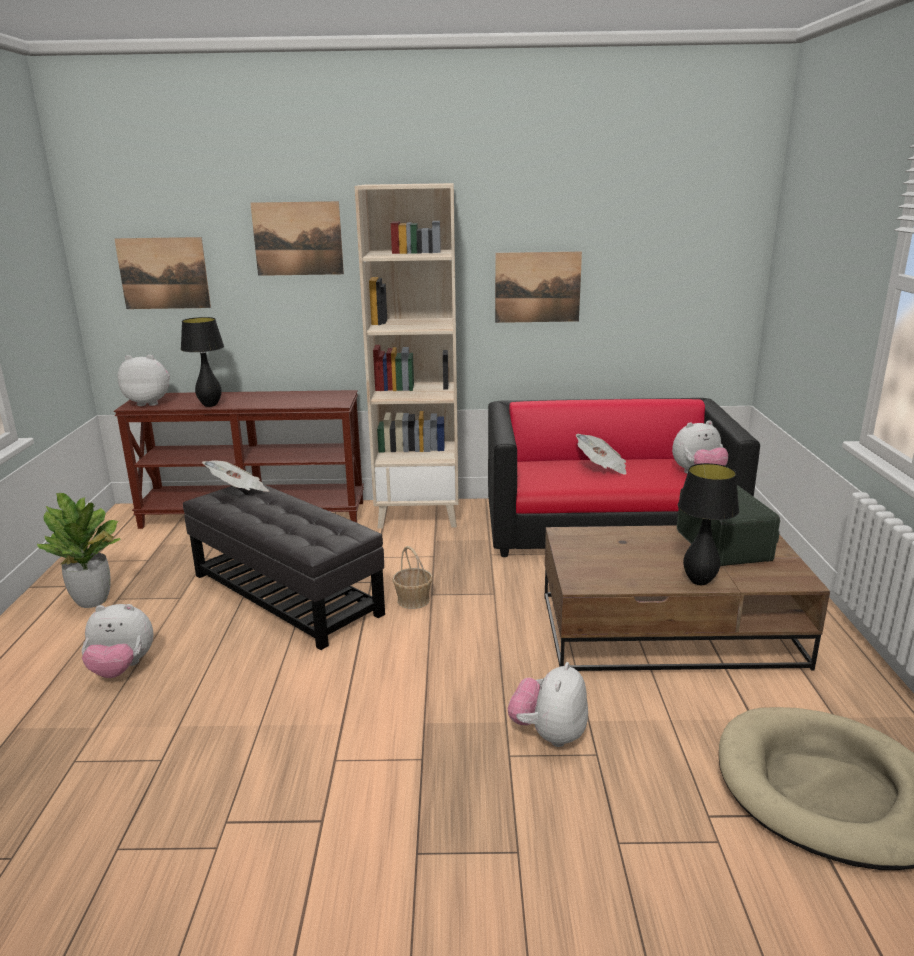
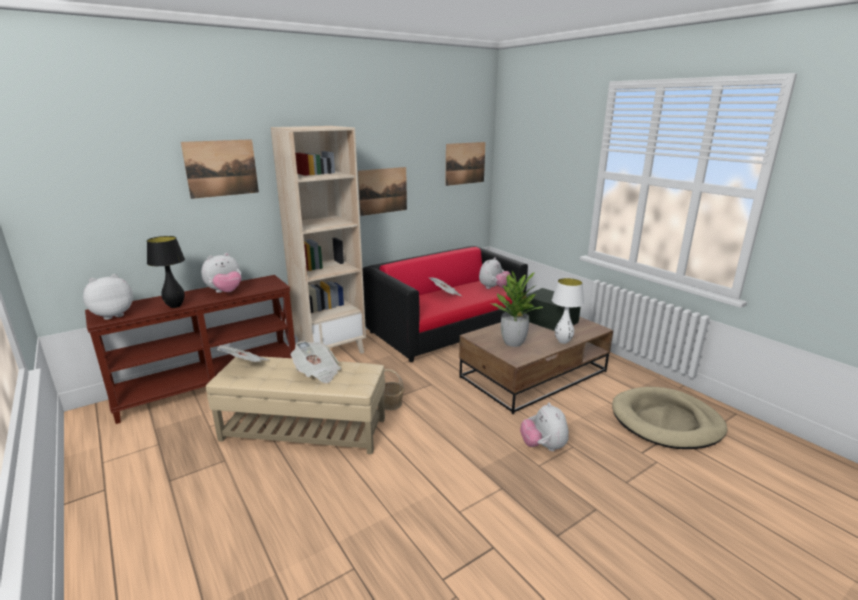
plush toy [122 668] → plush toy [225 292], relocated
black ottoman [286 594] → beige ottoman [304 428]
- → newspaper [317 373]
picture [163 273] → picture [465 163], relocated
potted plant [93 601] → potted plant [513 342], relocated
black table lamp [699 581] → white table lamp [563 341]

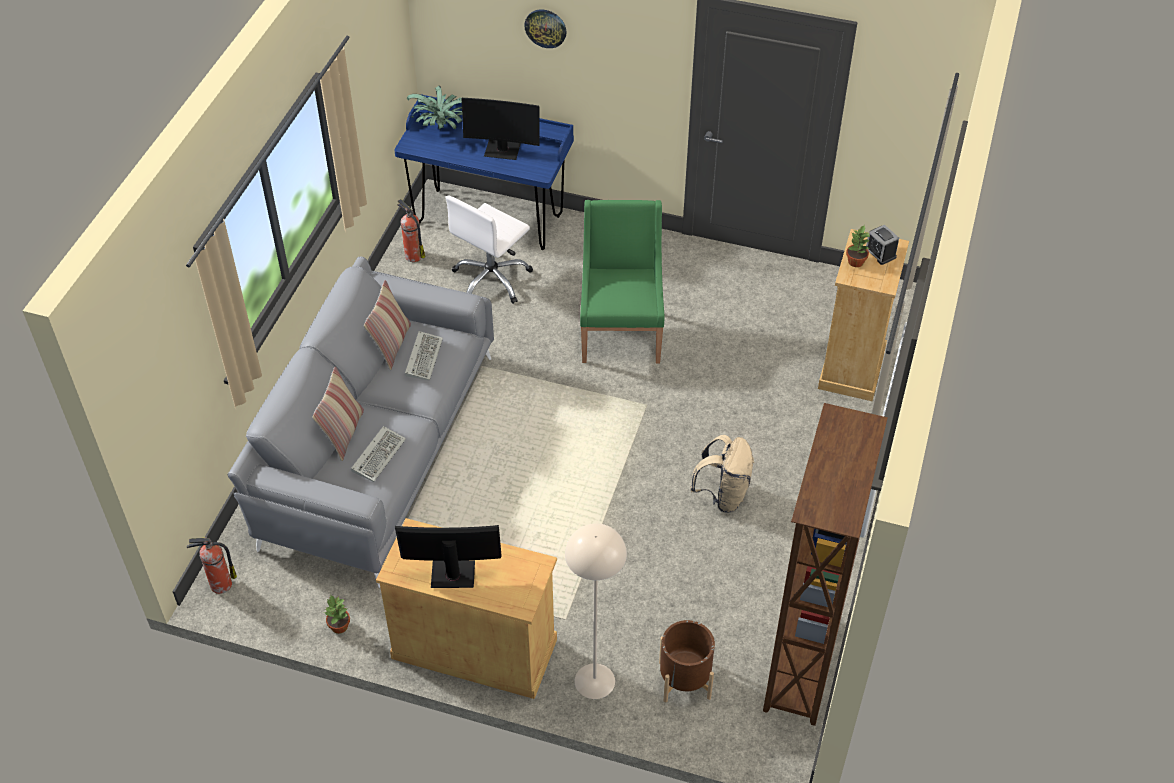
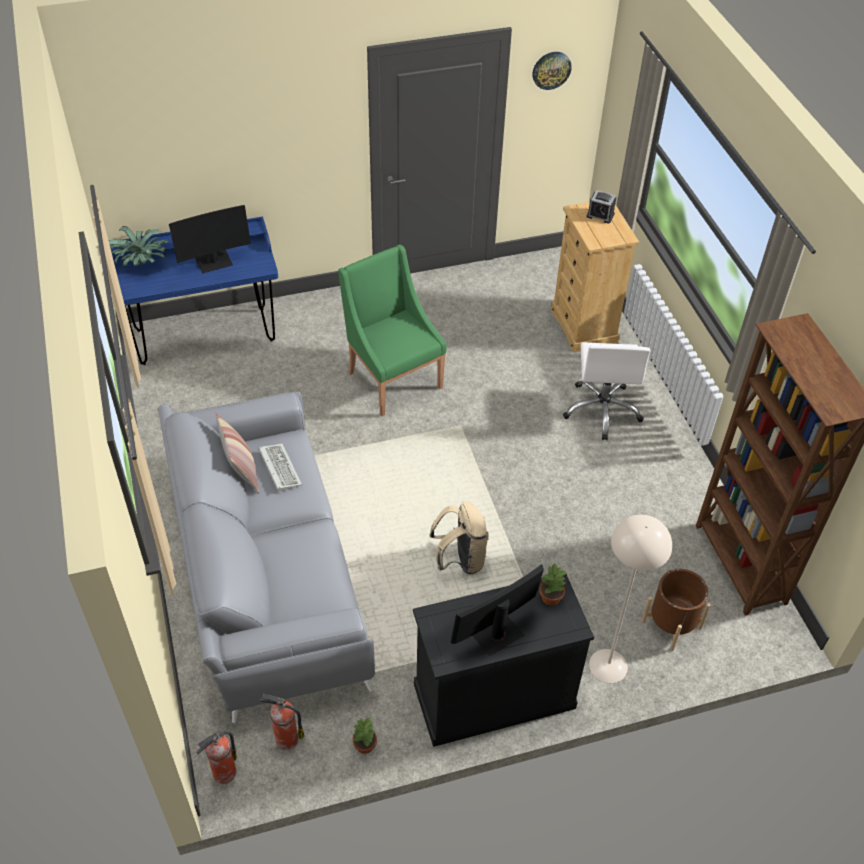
fire extinguisher [413 255] → fire extinguisher [285 739], relocated
beige cabinet [474 648] → black cabinet [494 695]
beige backpack [723 495] → beige backpack [460 560], relocated
wall clock [545 28] → wall clock [551 70], relocated
potted plant [855 262] → potted plant [550 598], relocated
white office chair [492 279] → white office chair [602 410], relocated
pillow [343 434] → -
keyboard [378 454] → -

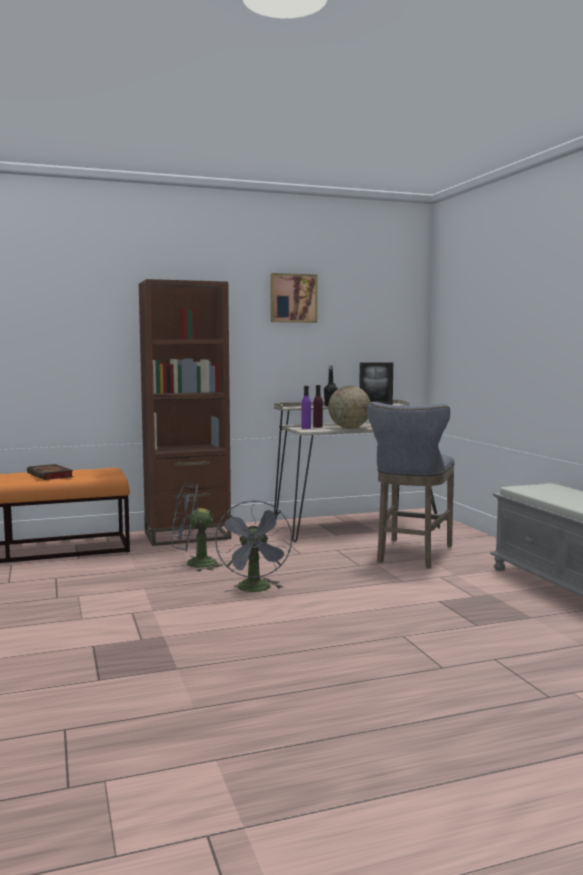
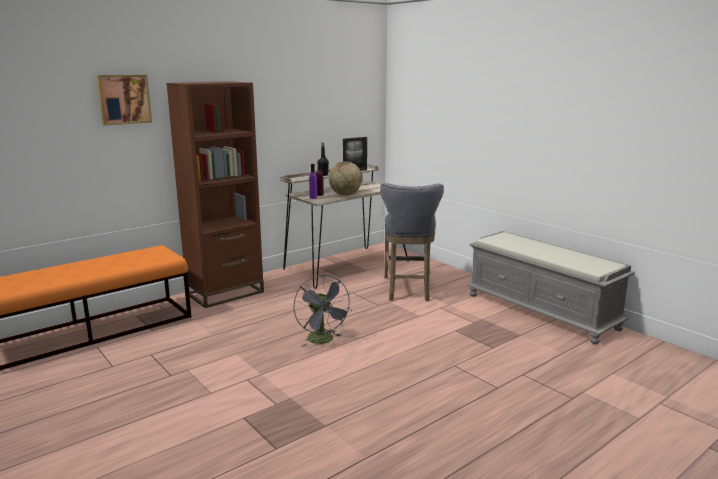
picture [293 298] → picture [124 99], relocated
book [51 475] → -
grey fan [194 564] → -

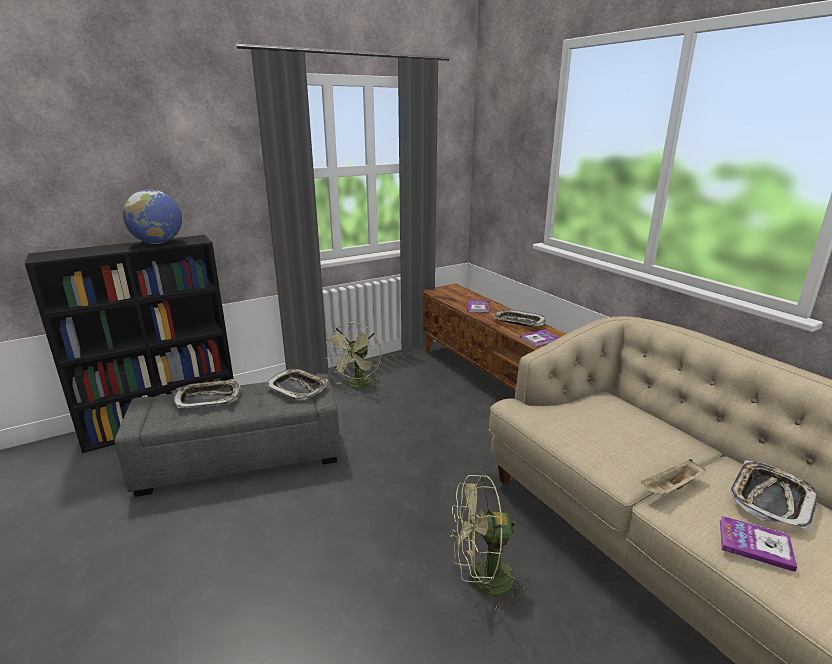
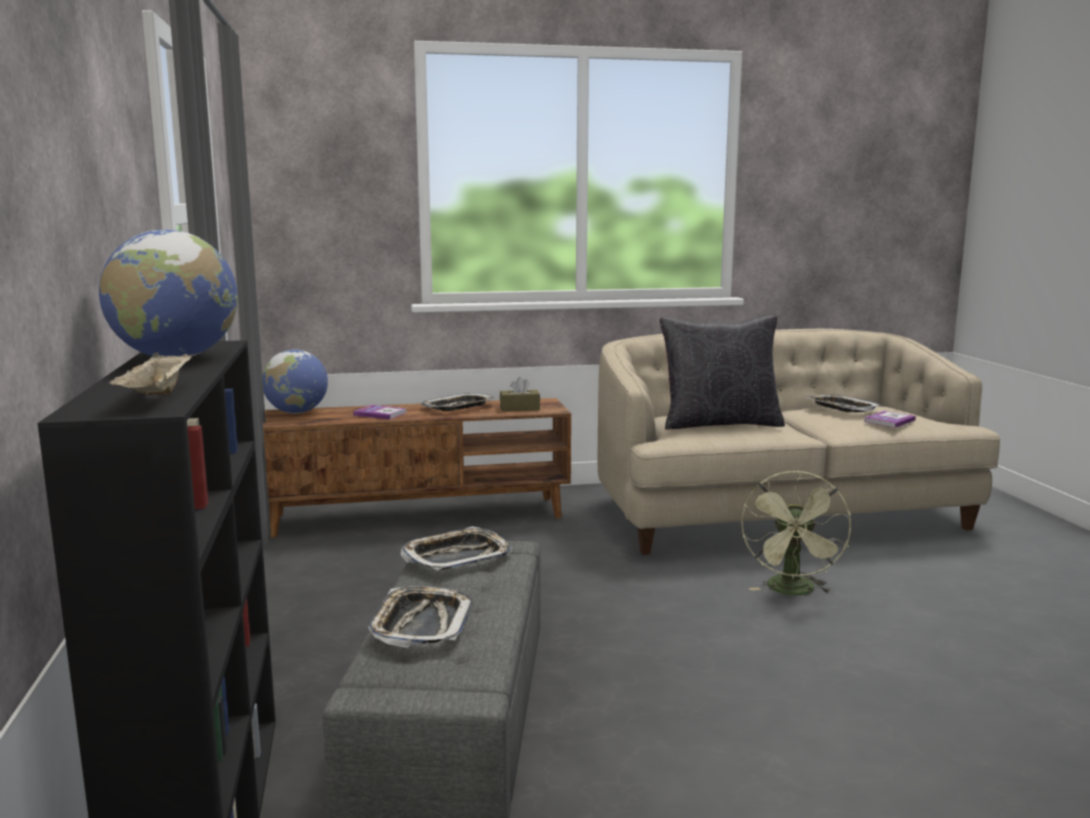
beige tray [671 488] → beige tray [158 397], relocated
- → globe [297 412]
book [540 339] → brown tissue box [519 408]
- → black pillow [719 424]
green fan [357 386] → -

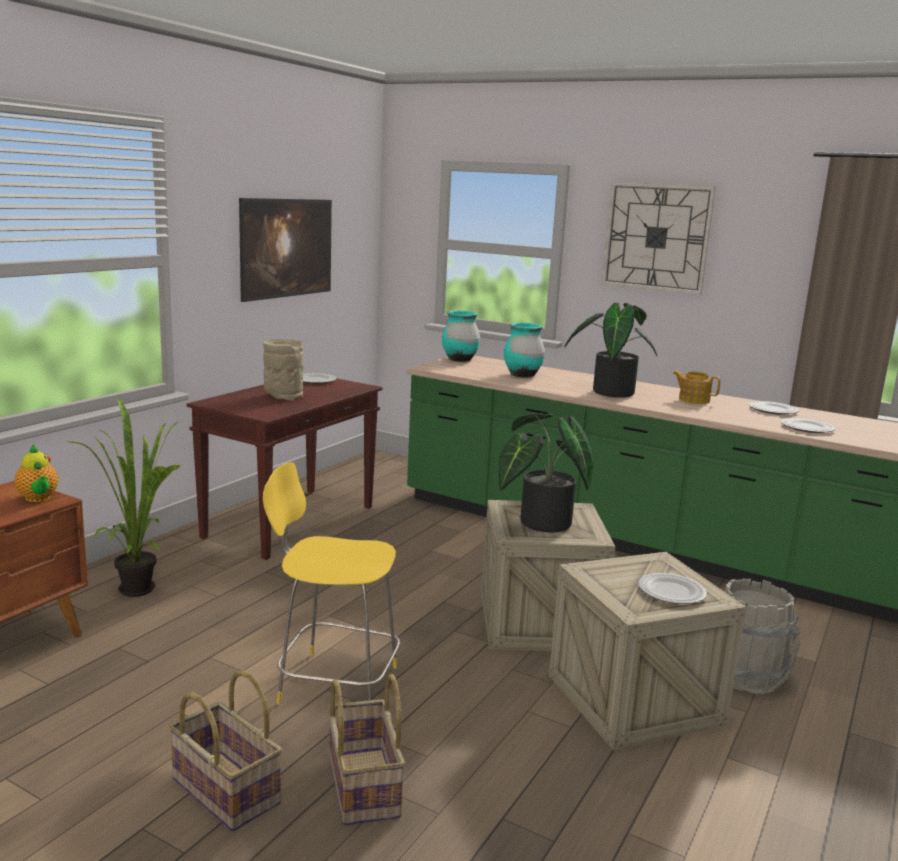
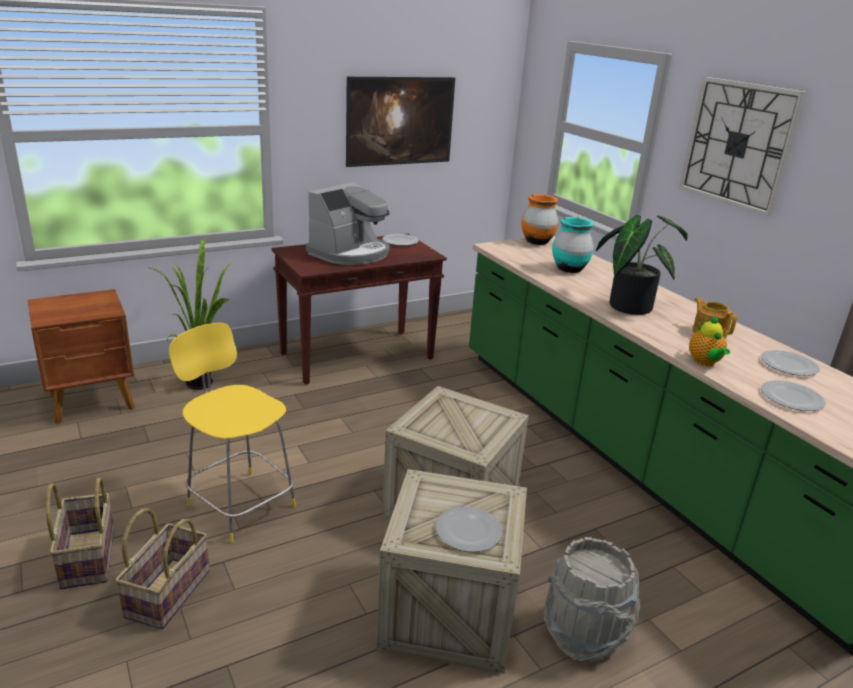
beige vase [283 396] → coffee machine [350 253]
turquoise vase [459 360] → orange vase [537 242]
teapot [38 499] → teapot [705 362], relocated
potted plant [539 523] → -

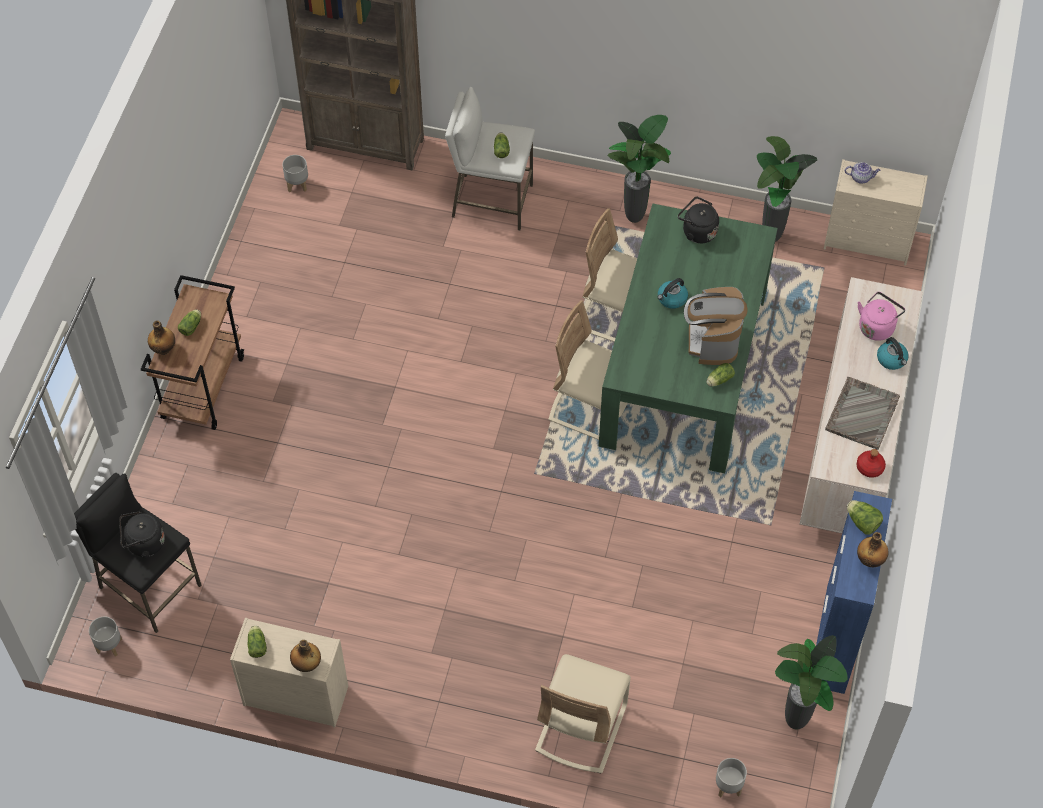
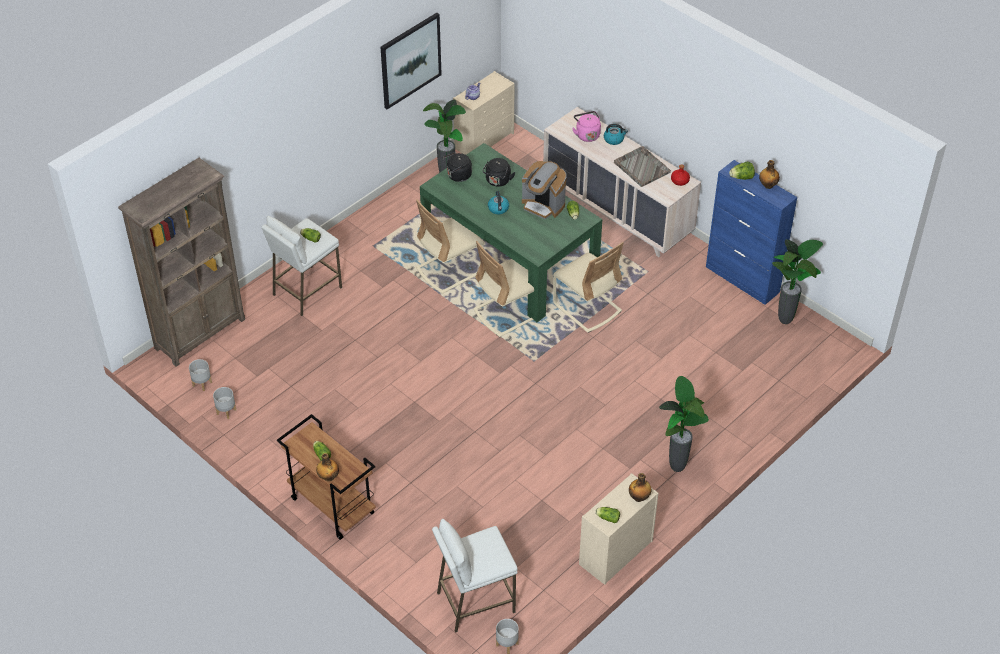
grey planter [728 787] → grey planter [226 412], relocated
- → picture [410 60]
black stool [149 587] → white stool [475 602]
black kettle [143 544] → black kettle [497 181], relocated
beige chair [581 727] → beige chair [587 307], relocated
potted plant [636 217] → potted plant [677 467], relocated

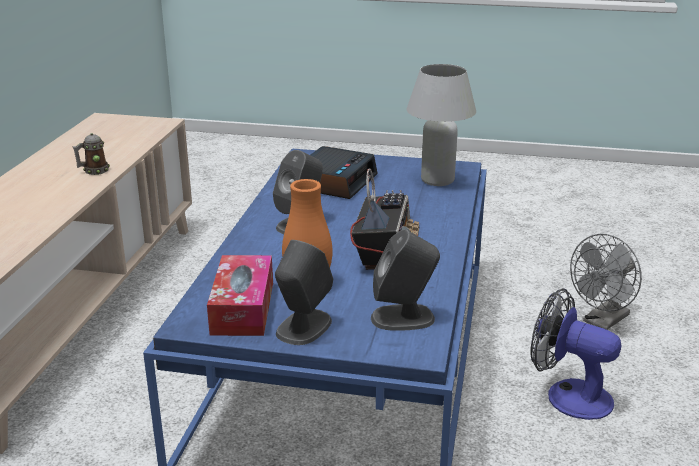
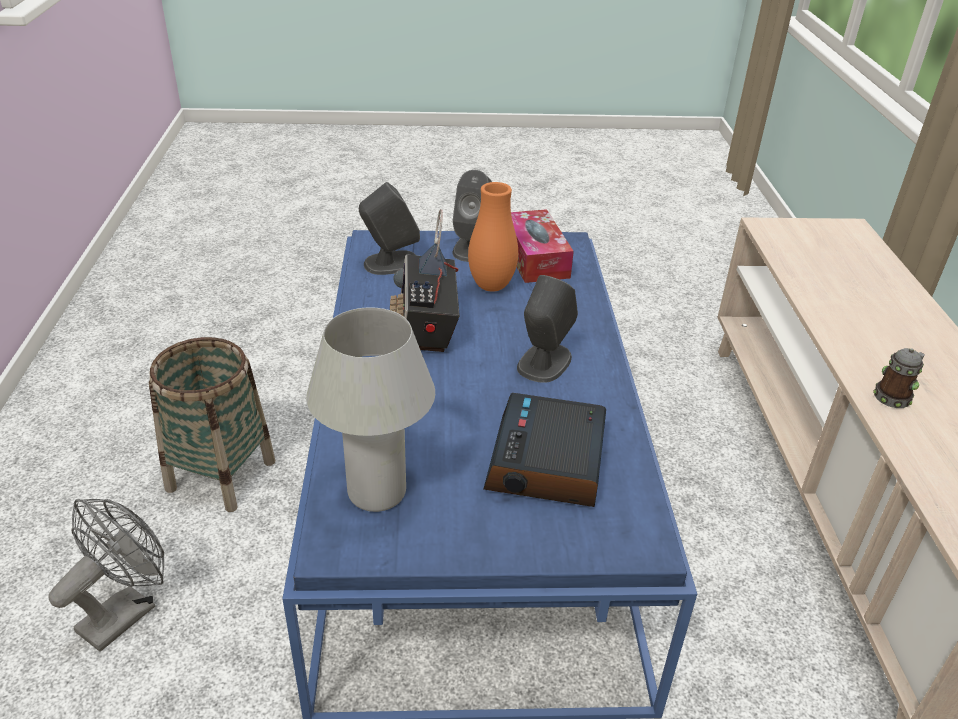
fan [568 395] → basket [221 475]

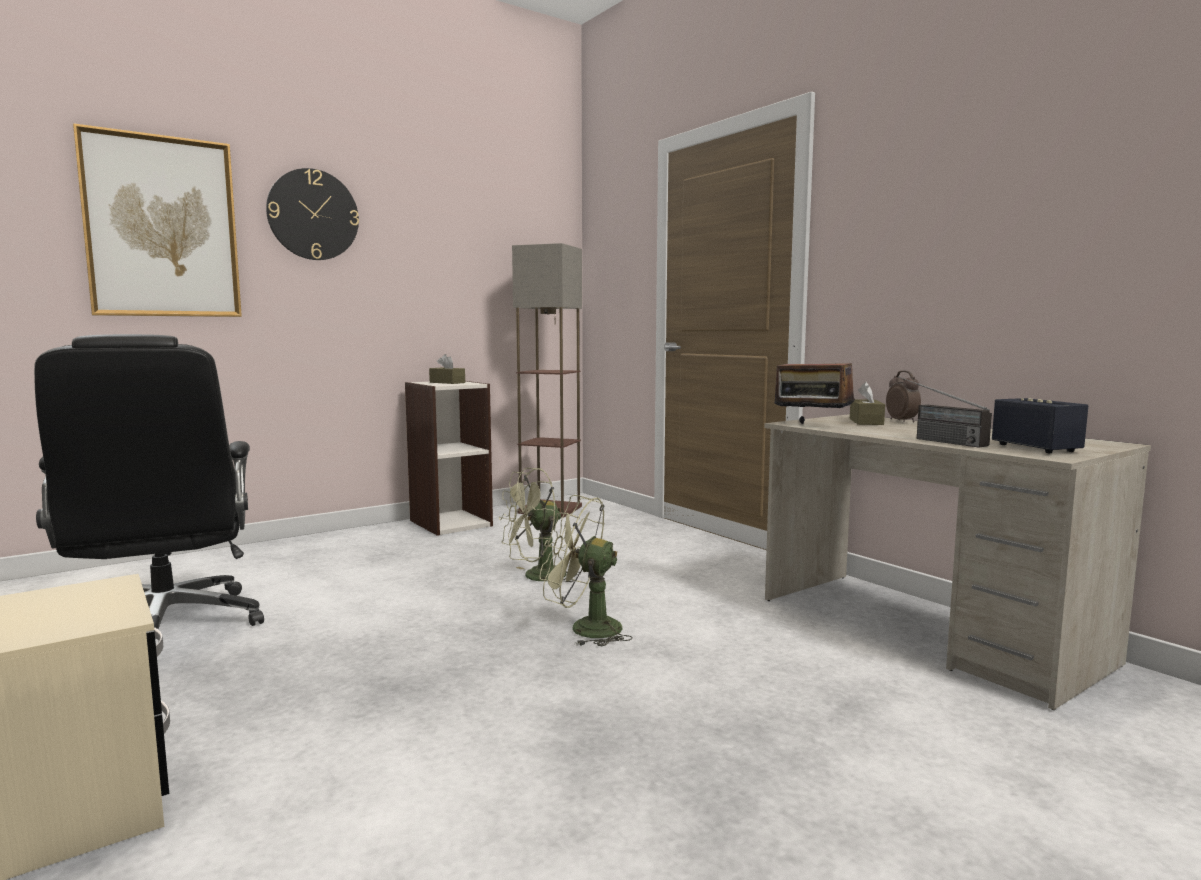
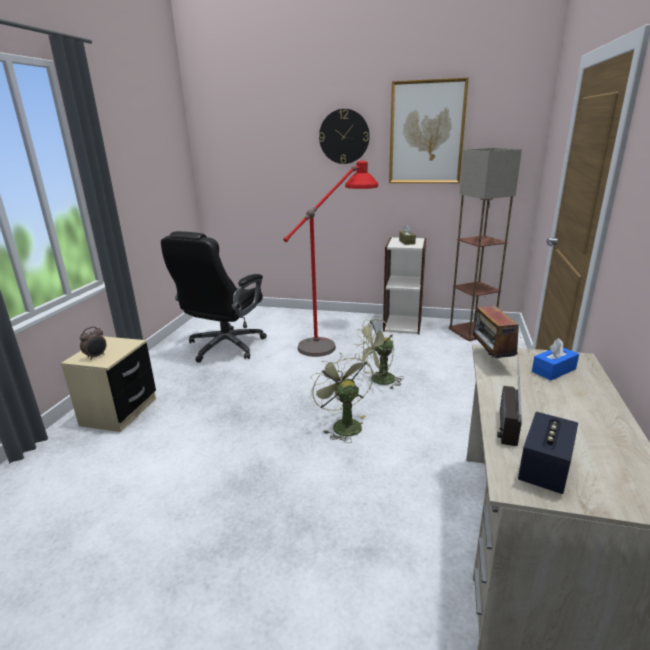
alarm clock [902 421] → alarm clock [96 356], relocated
- → red floor lamp [335 339]
green fan [537 578] → green fan [378 381], 45 degrees counterclockwise
picture [162 227] → picture [426 133], relocated
brown tissue box [866 422] → blue tissue box [553 370]

